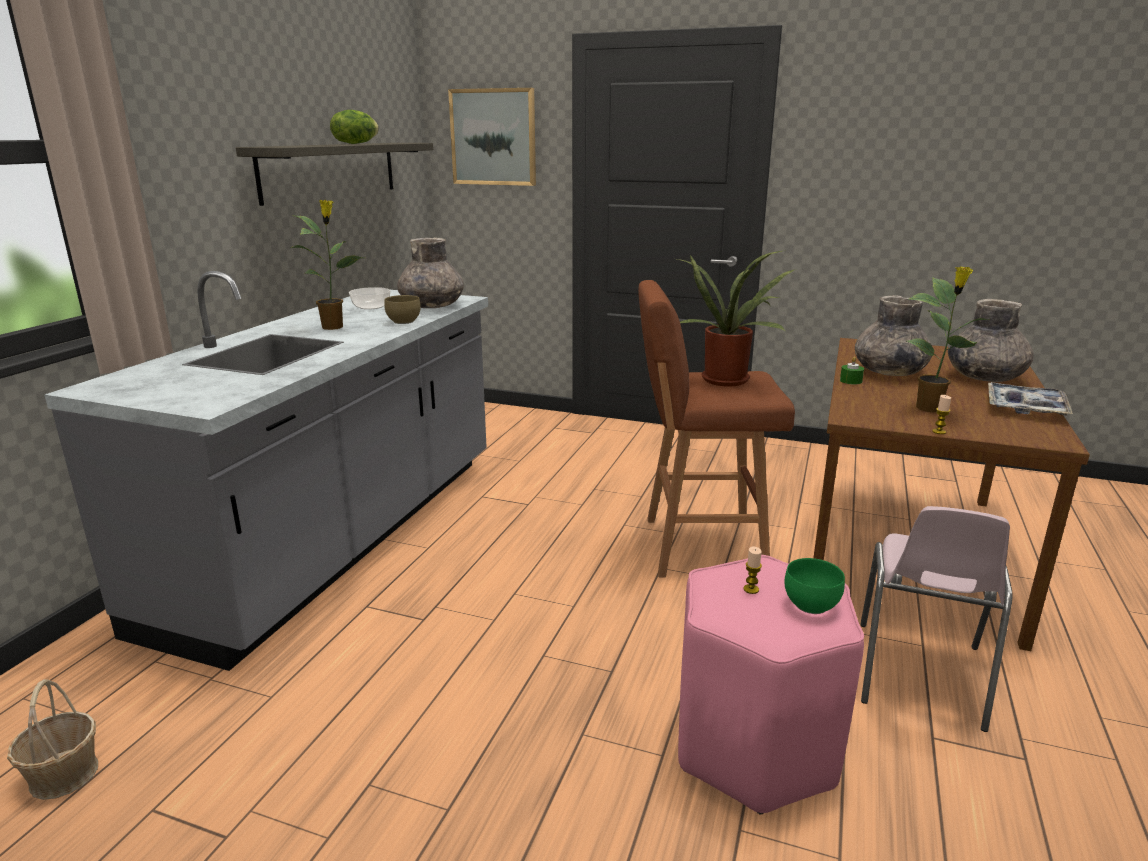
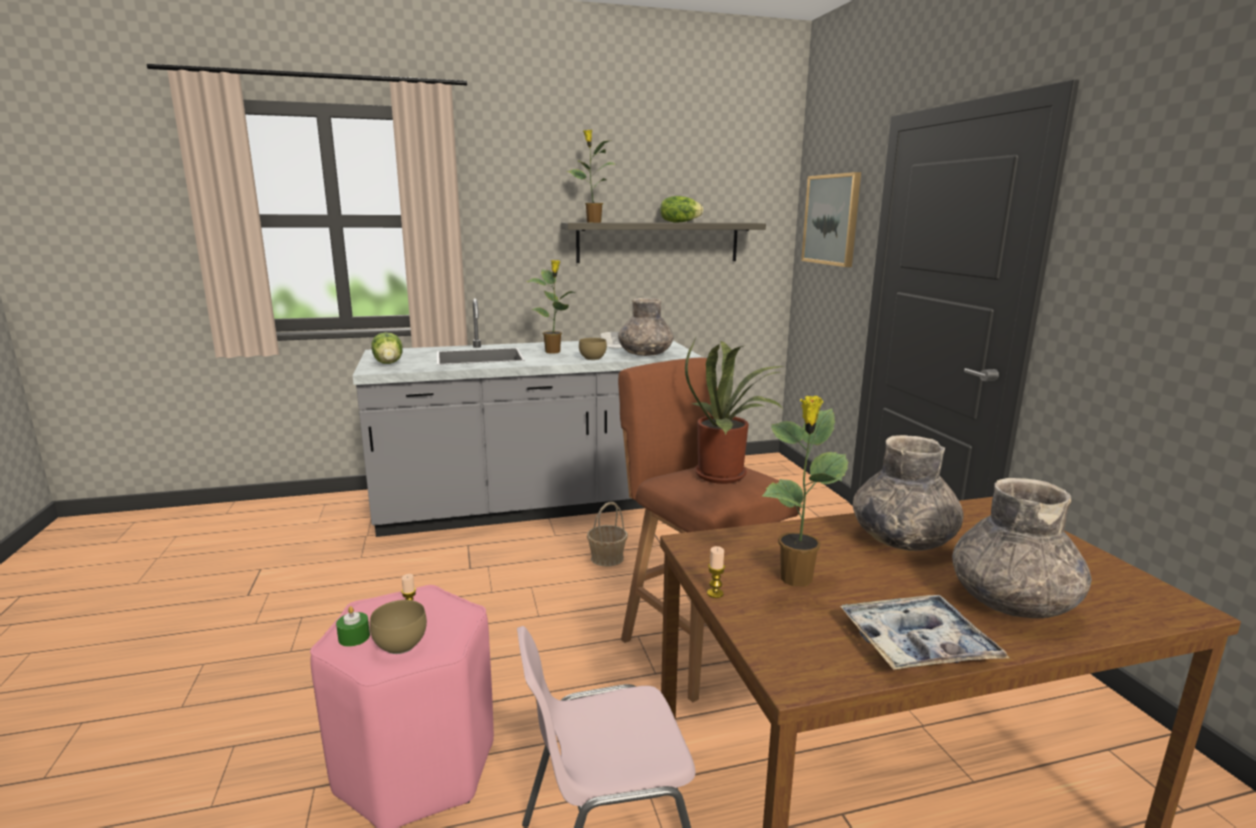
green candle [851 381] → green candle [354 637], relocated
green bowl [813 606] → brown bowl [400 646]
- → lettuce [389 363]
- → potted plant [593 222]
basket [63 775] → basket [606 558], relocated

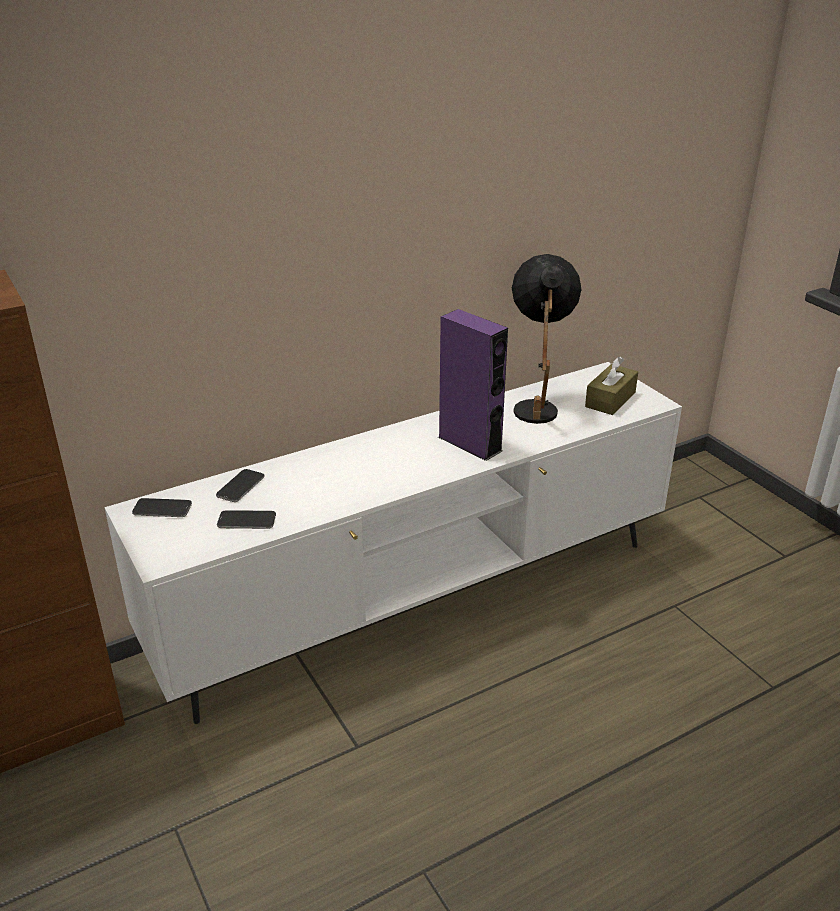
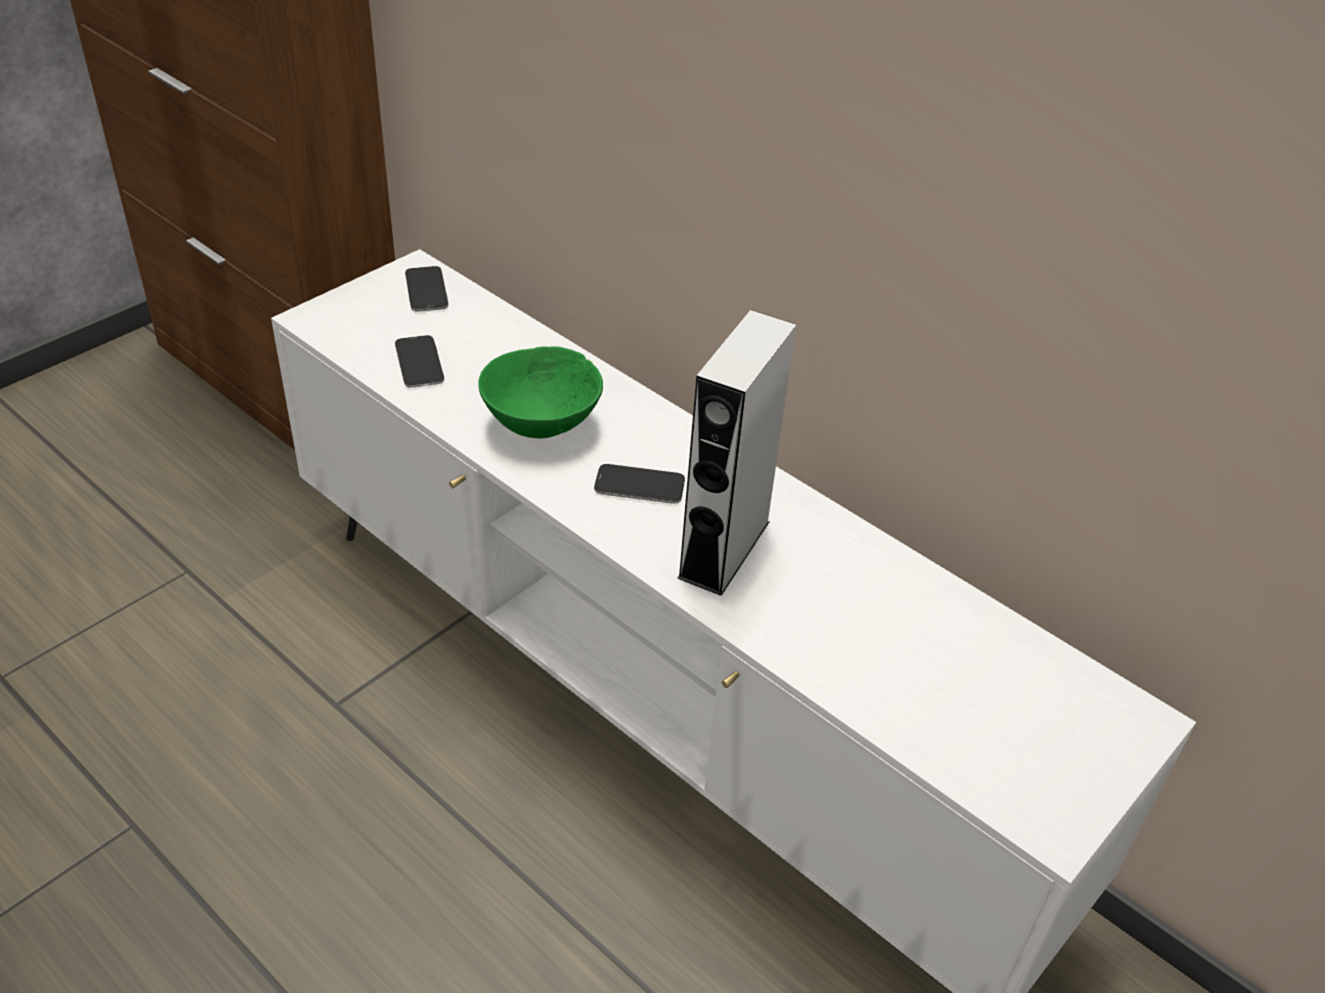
- → green bowl [542 426]
phone [240 486] → phone [639 485], relocated
purple speaker [470 444] → grey speaker [724 549]
black table lamp [537 404] → -
brown tissue box [610 399] → -

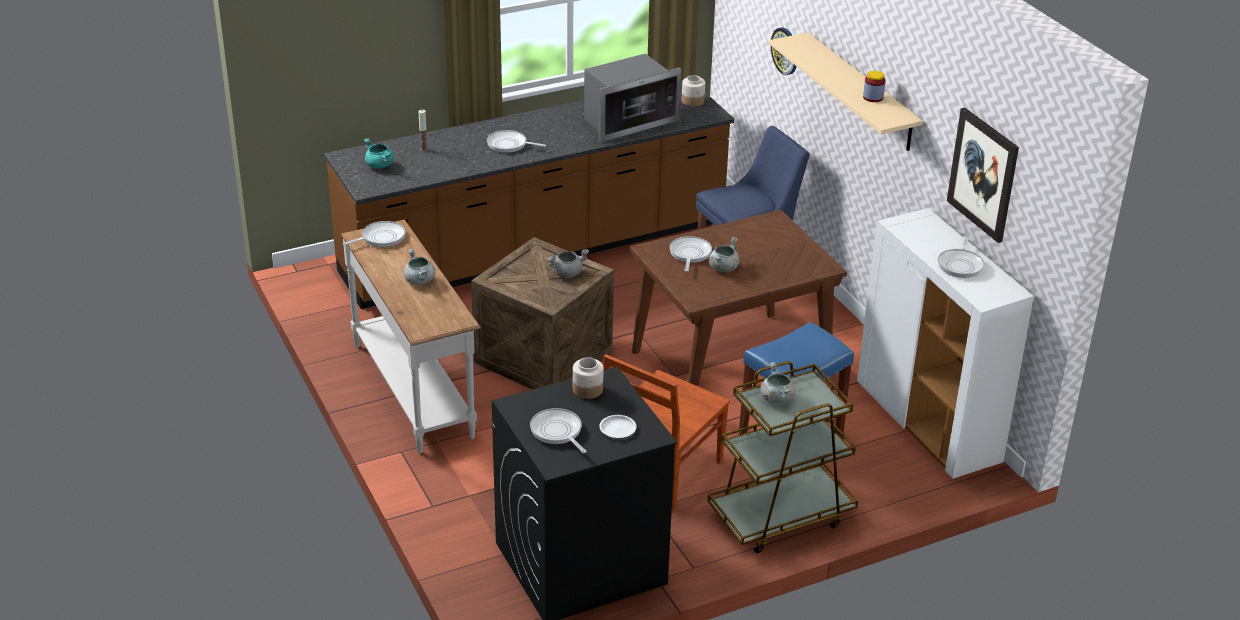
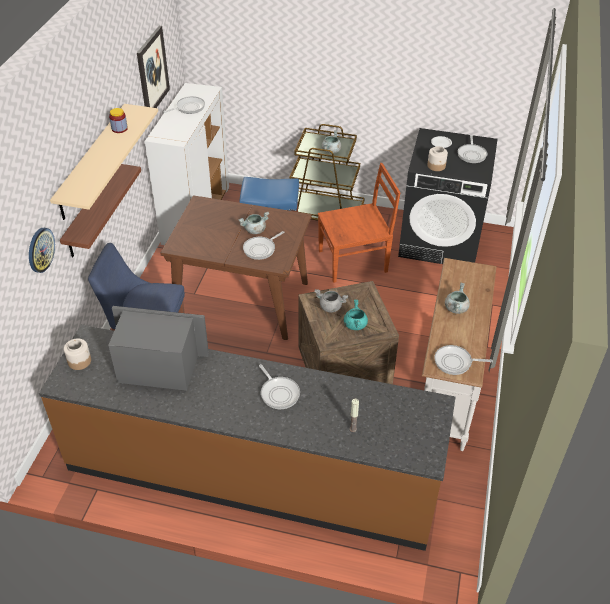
- → shelf [91 212]
turquoise cooking pot [380 165] → turquoise cooking pot [355 325], relocated

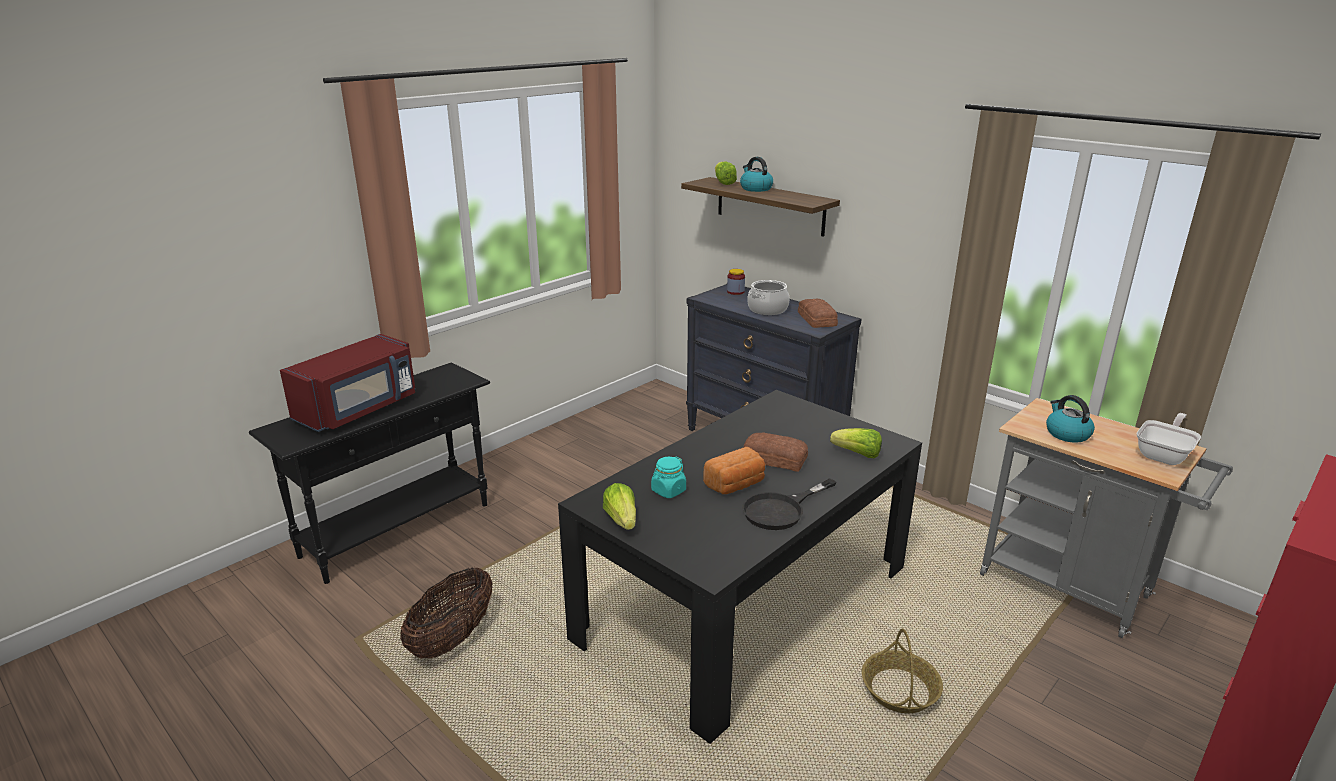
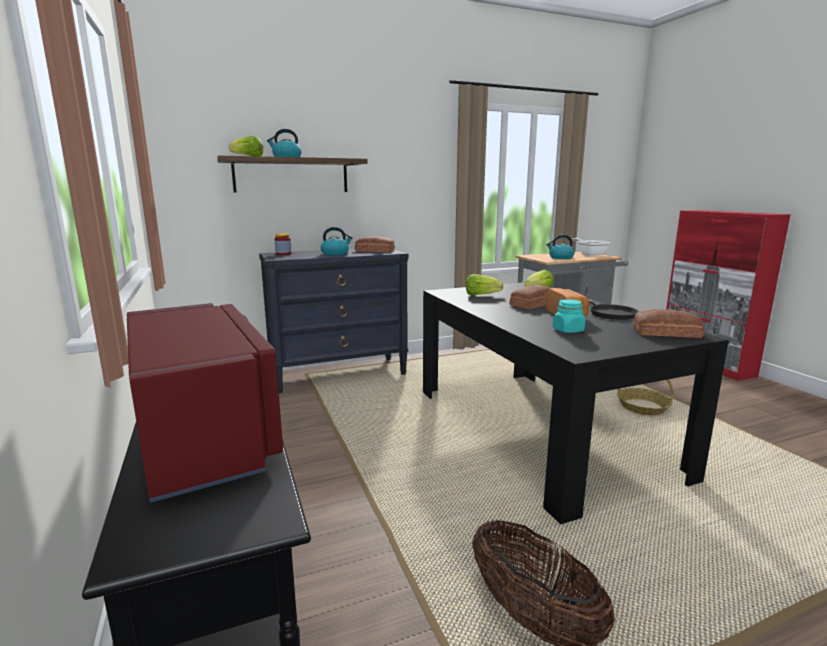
cooking pot [767 309] → kettle [335 253]
lettuce [622 520] → lettuce [481 295], relocated
- → bread [667 333]

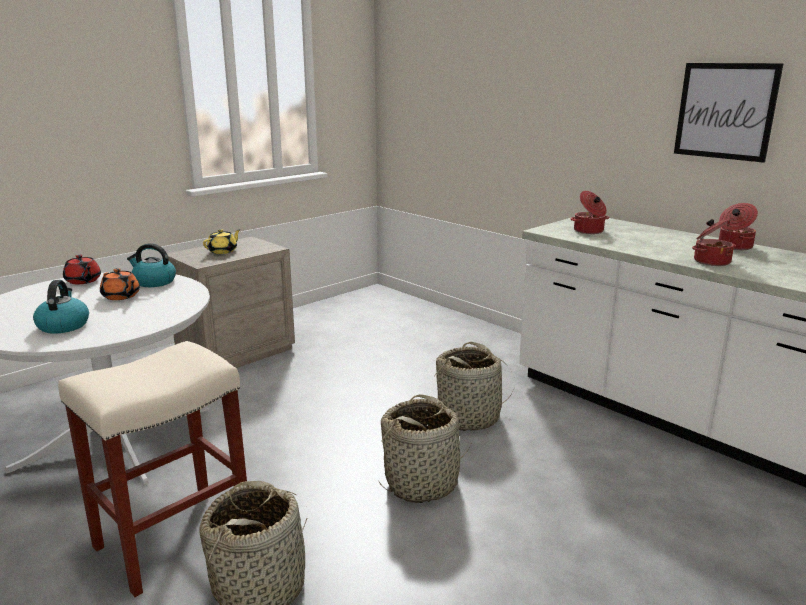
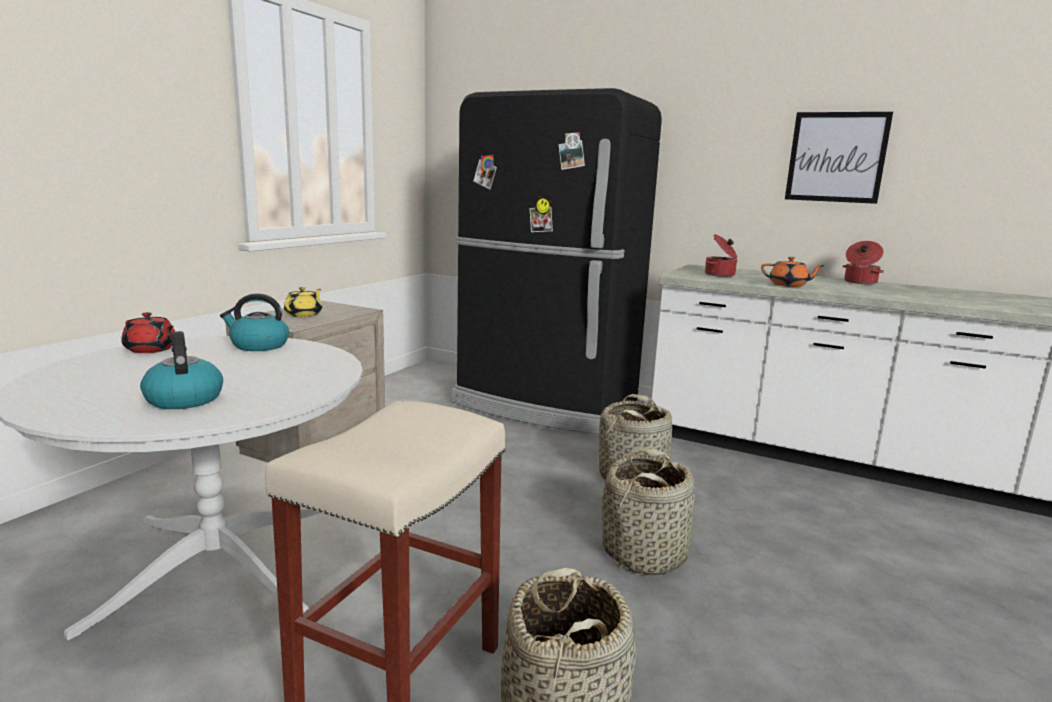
- → black fridge [545 404]
orange teapot [121 296] → orange teapot [788 285], relocated
cooking pot [711 261] → -

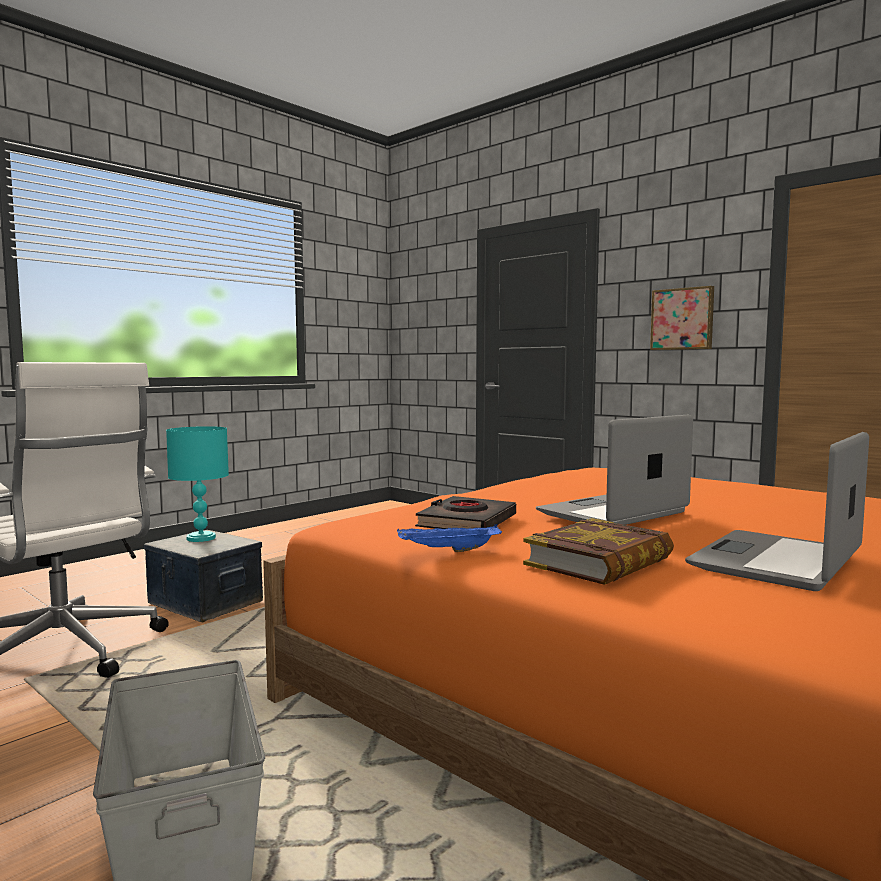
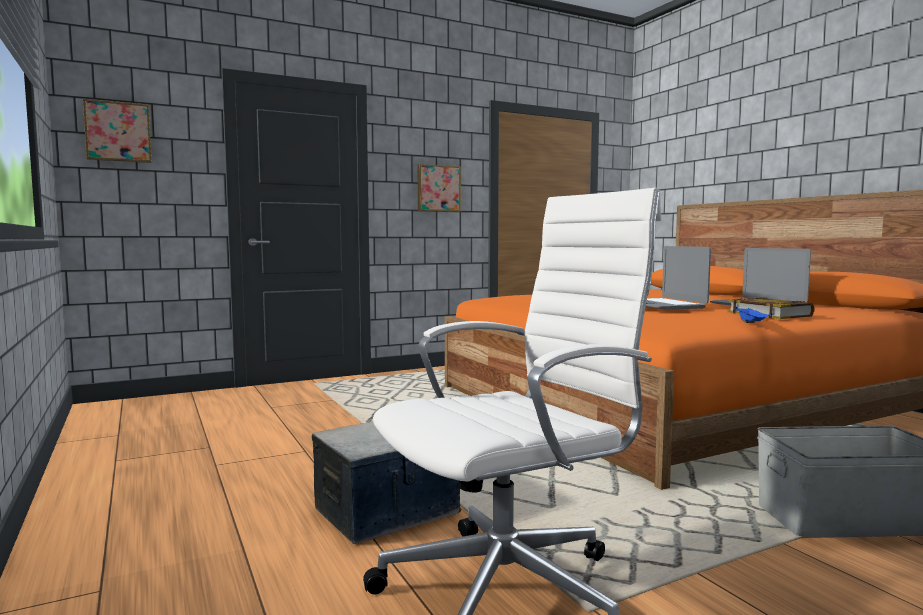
- → picture [118 132]
turquoise table lamp [201 538] → -
black book [466 522] → -

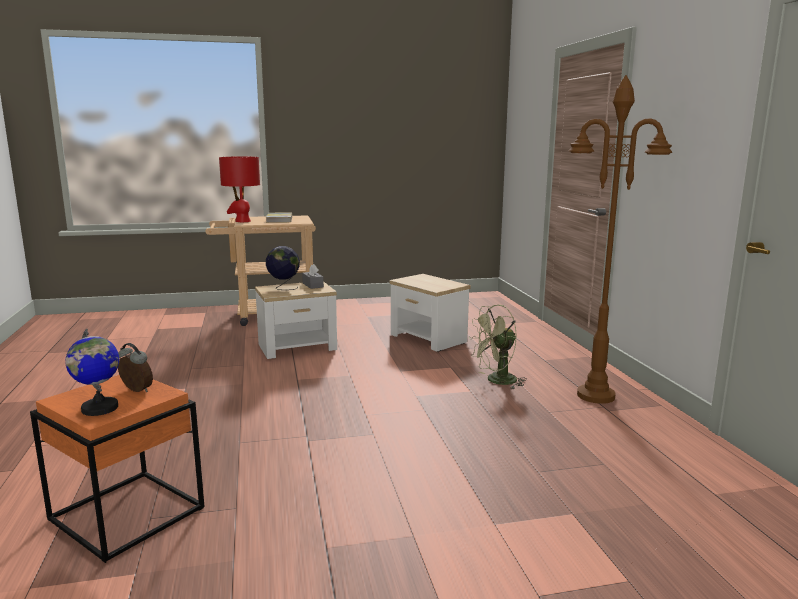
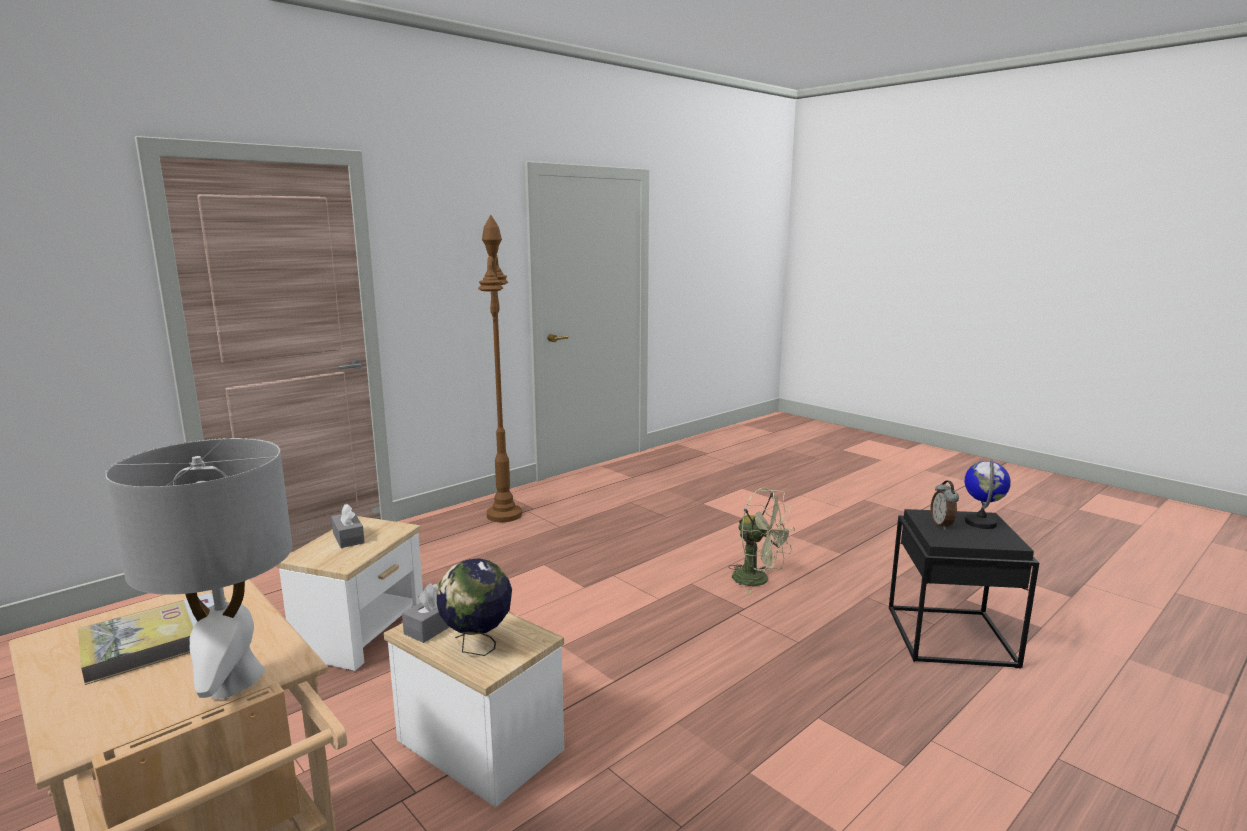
red table lamp [242 221] → grey table lamp [231 680]
- → grey tissue box [348 538]
green fan [496 381] → green fan [758 580], relocated
orange side table [125 514] → black side table [952 637]

